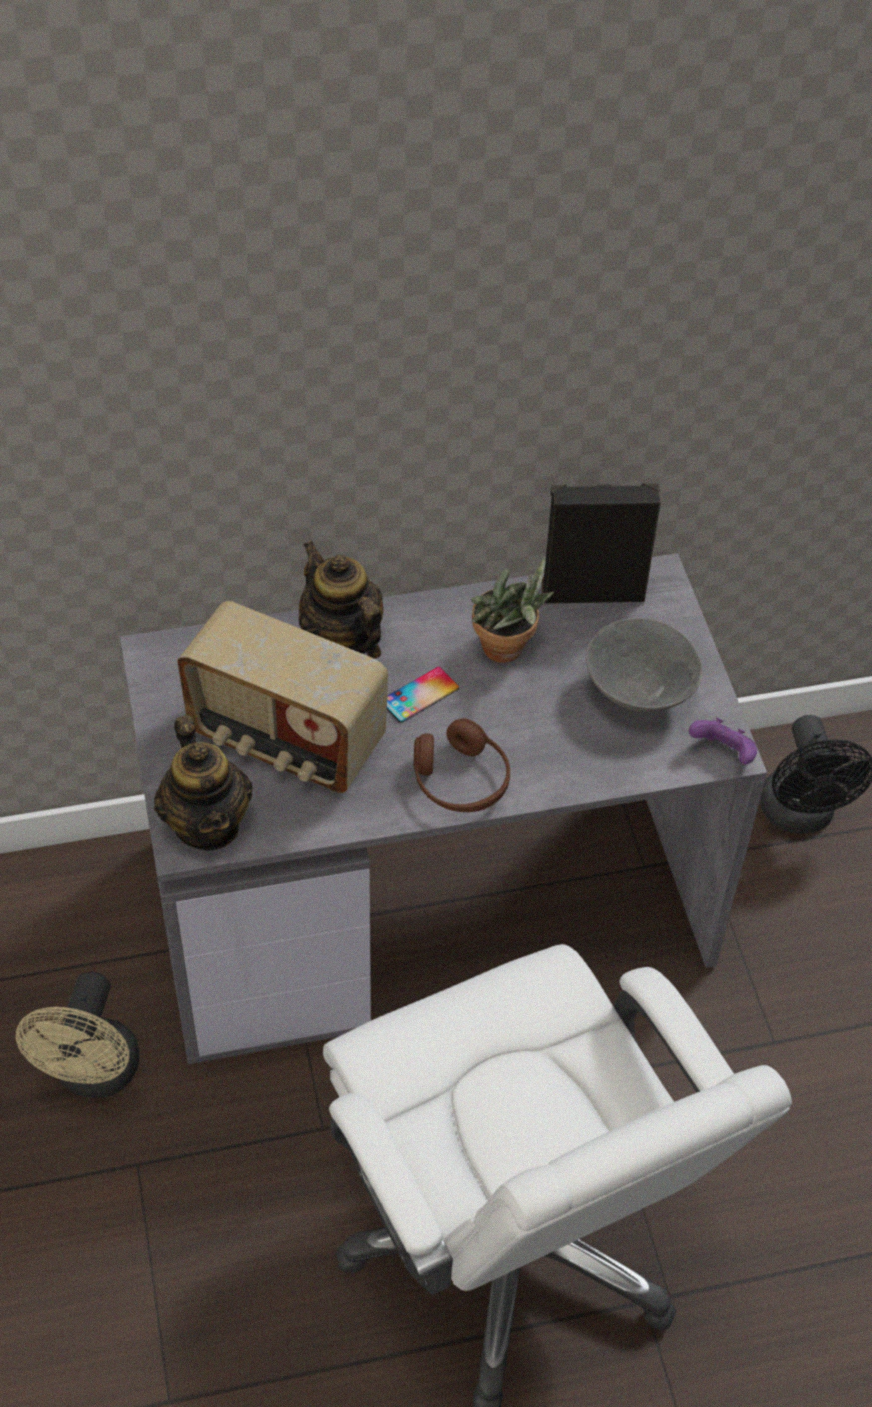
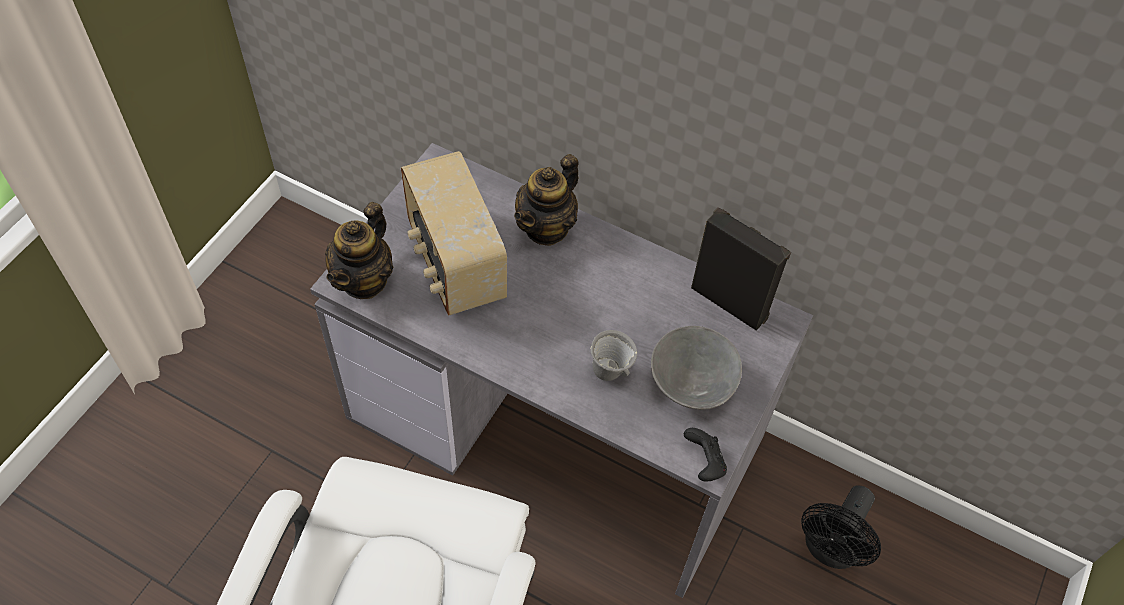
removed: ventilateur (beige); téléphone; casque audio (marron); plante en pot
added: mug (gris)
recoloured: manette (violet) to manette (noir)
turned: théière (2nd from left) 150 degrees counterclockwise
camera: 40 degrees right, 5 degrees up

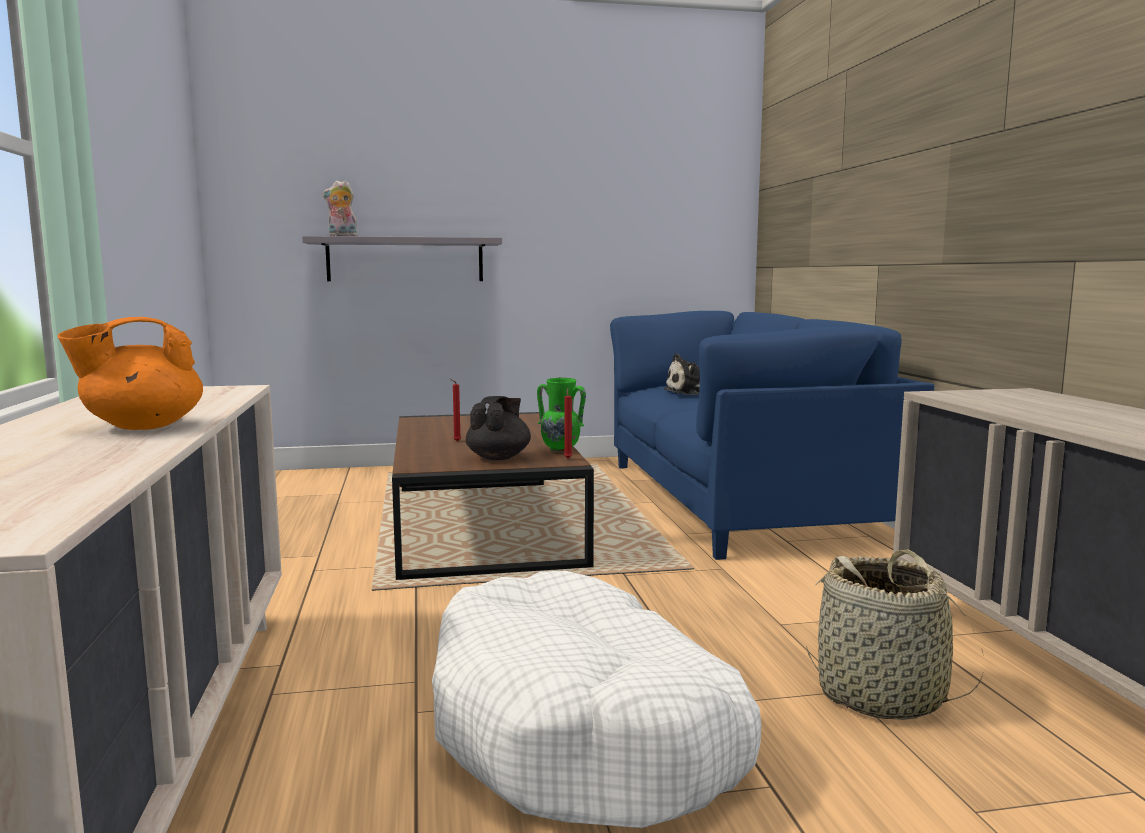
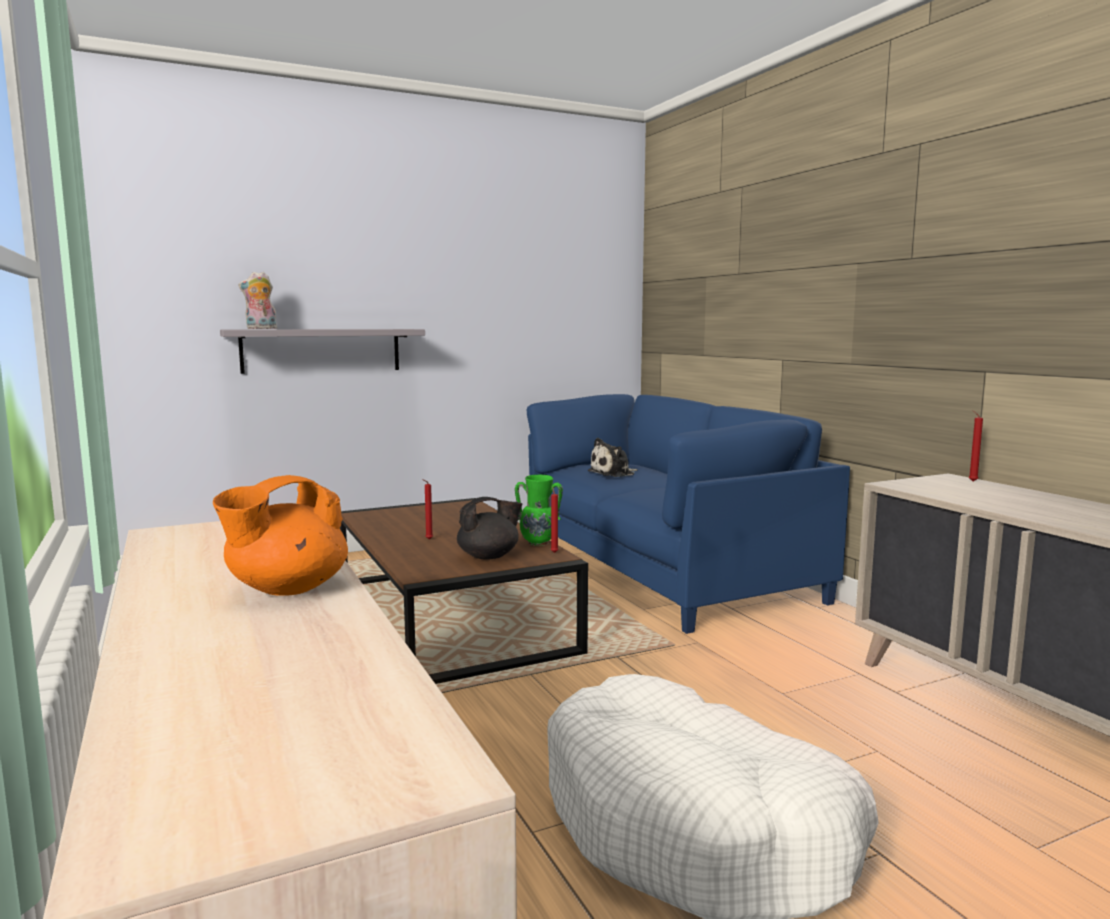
removed: panier
added: bougie (rouge) (3rd from left)
turned: théière (noir) 60 degrees clockwise
camera: 15 degrees left, 0 degrees up

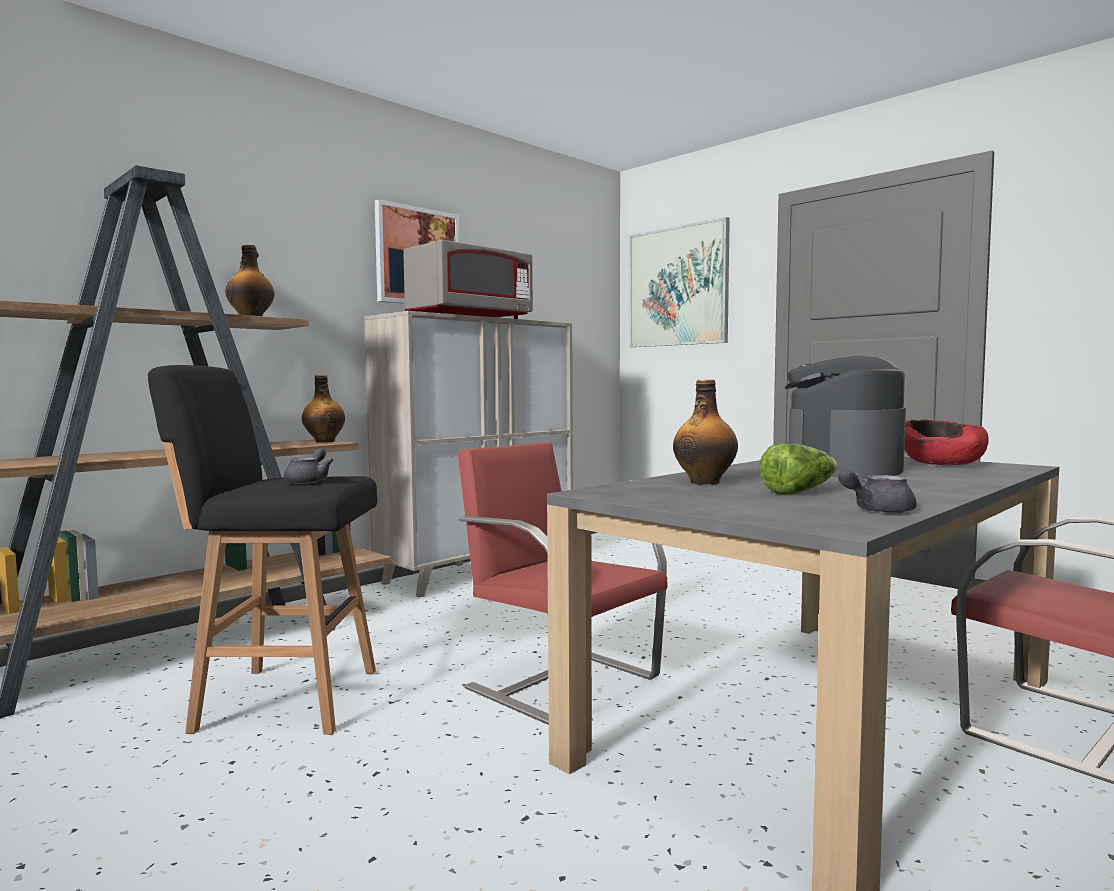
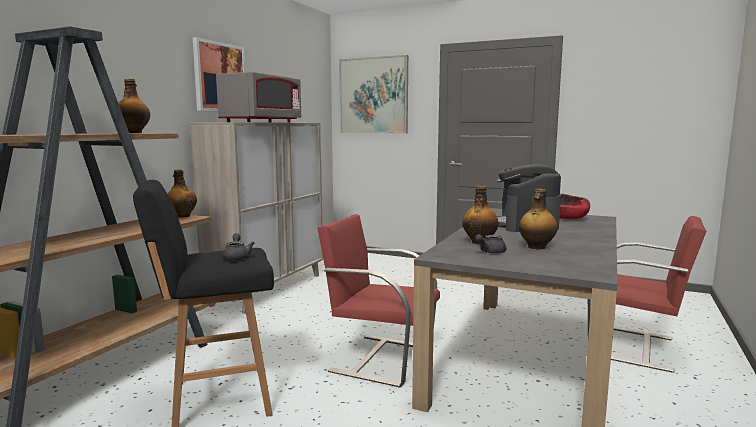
moved: théière (gris) (2nd from left)
replaced: laitue to bouteille (4th from left)
camera: 20 degrees left, 5 degrees up

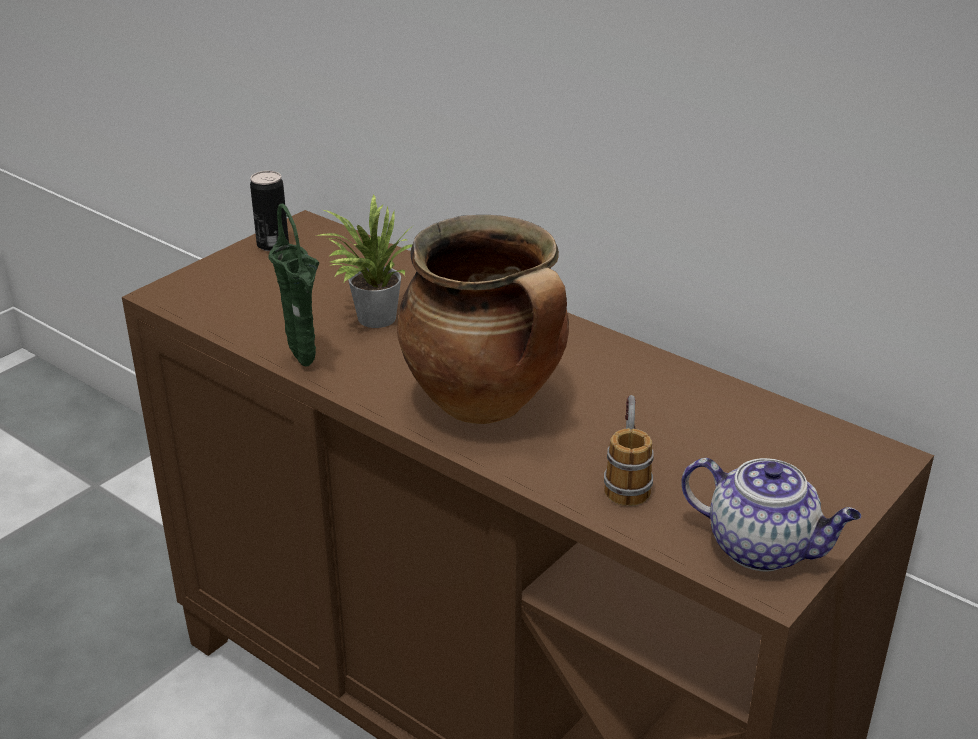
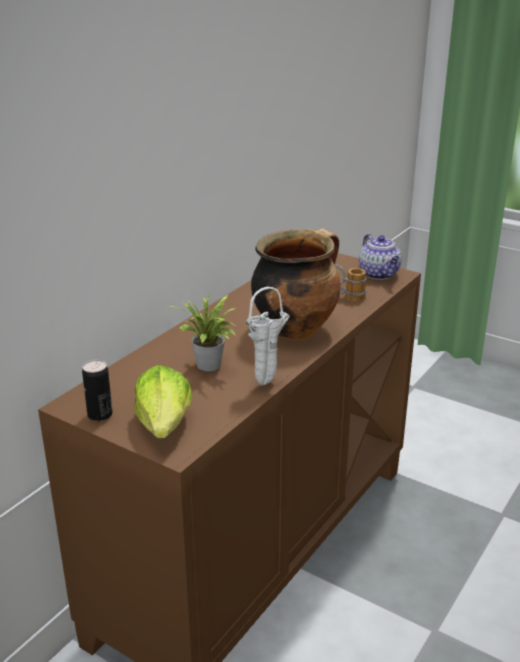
added: laitue
recoloured: vase (vert) to vase (blanc)
turned: théière 135 degrees clockwise
camera: 95 degrees left, 5 degrees down

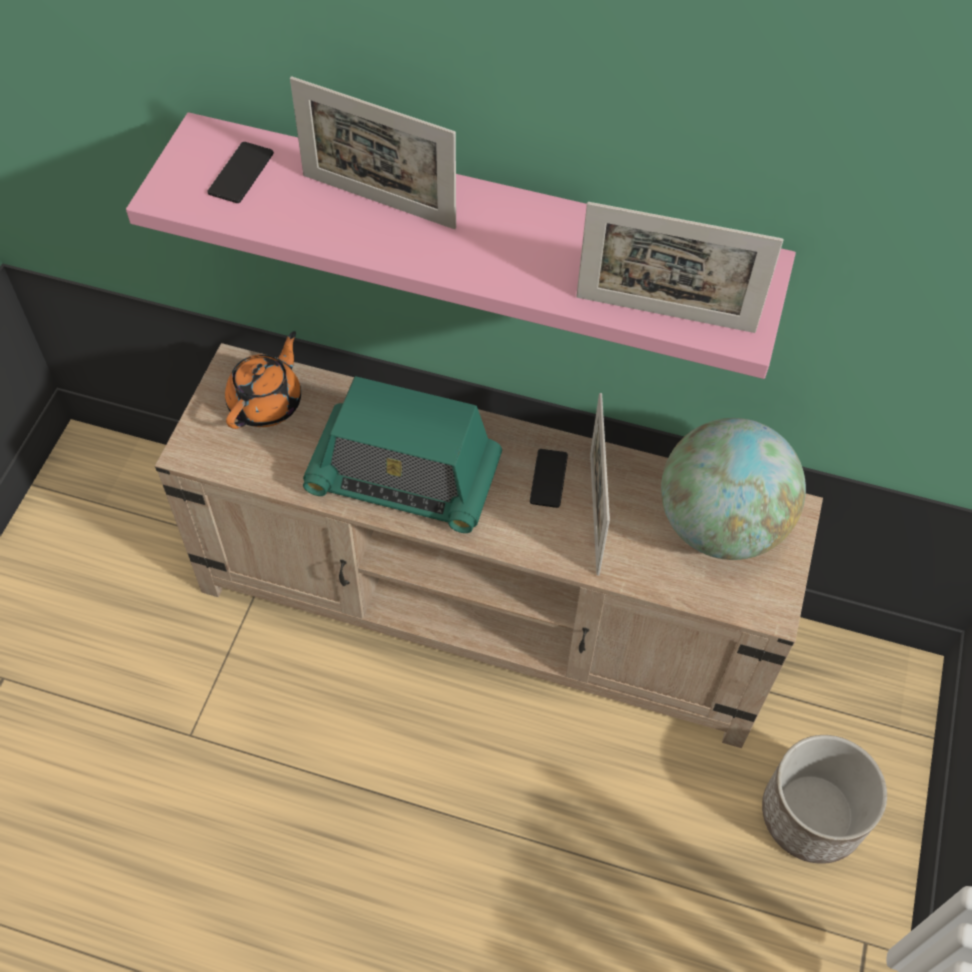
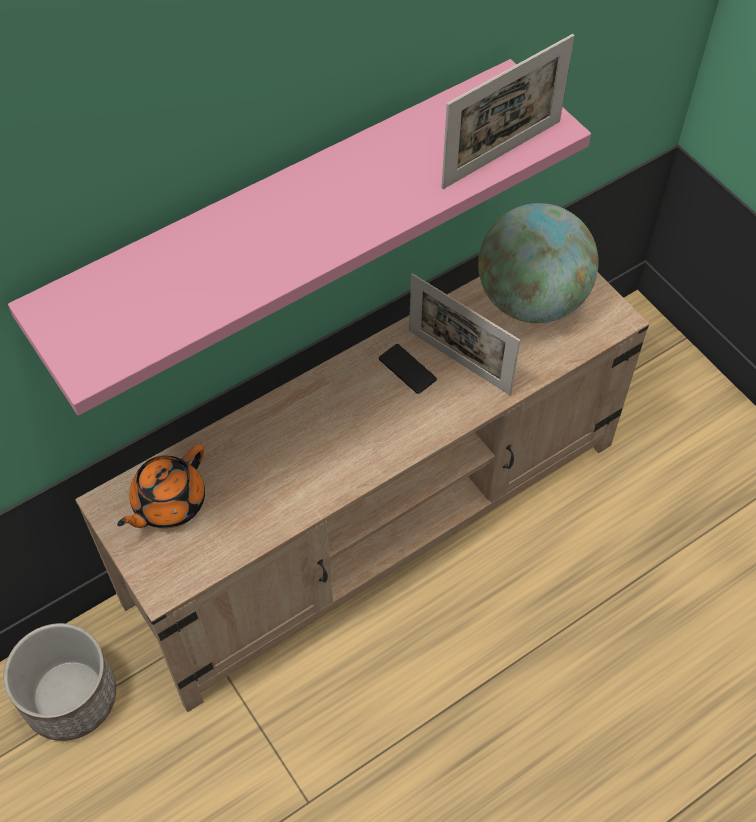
removed: téléphone (1st from left); cadre photo (1st from left); radio
moved: cache-pot
turned: théière (orange) 120 degrees counterclockwise
camera: 50 degrees left, 0 degrees up

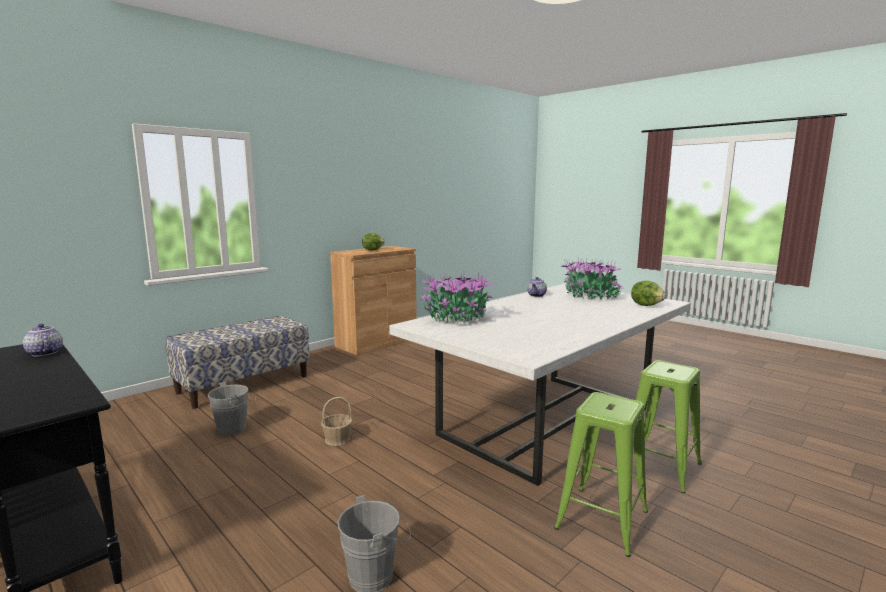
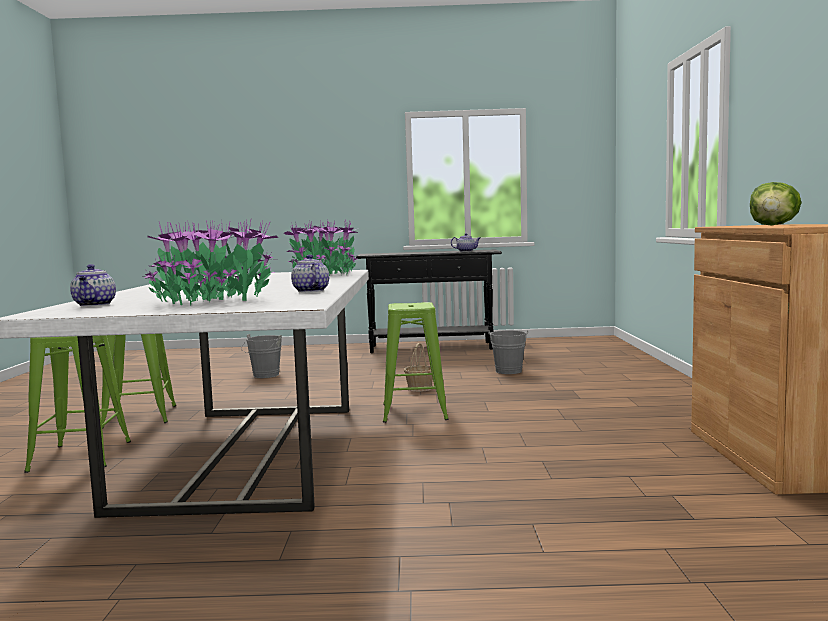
removed: banc
added: tabouret (vert) (3rd from left)
replaced: laitue (2nd from left) to théière (1st from left)
camera: 135 degrees right, 5 degrees down

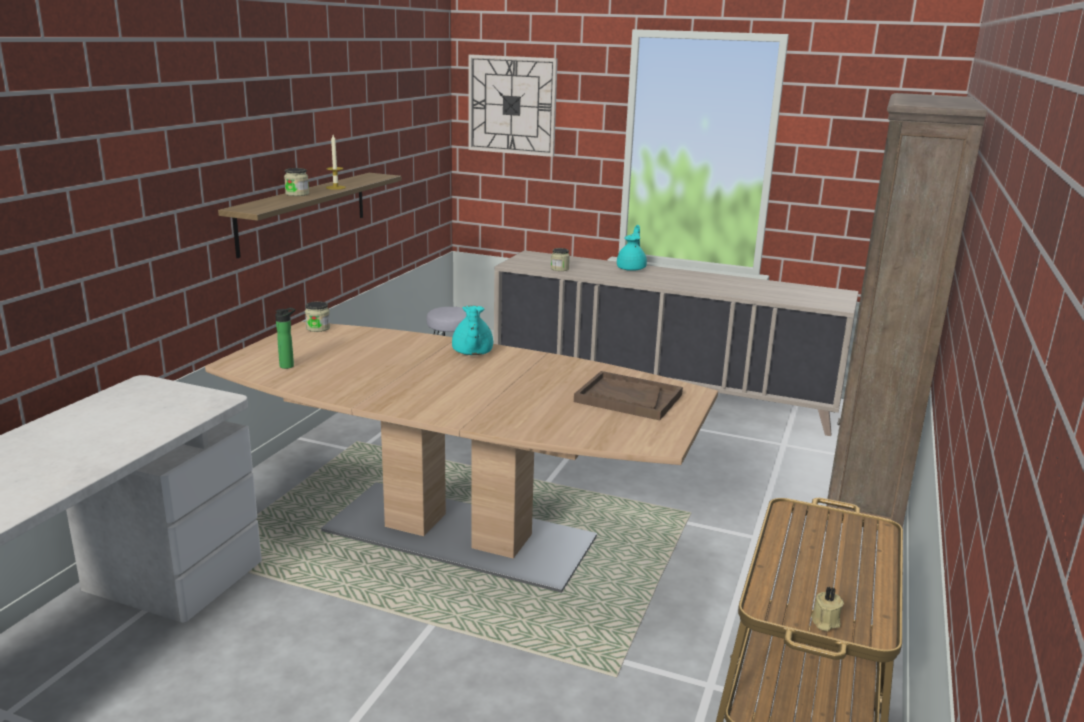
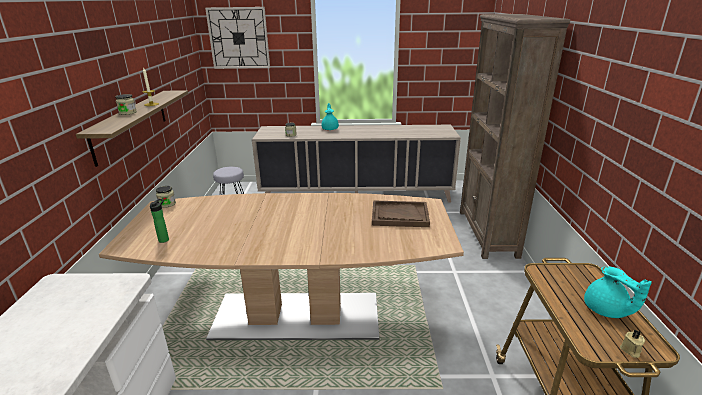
moved: théière (turquoise) (1st from left in the first image) to théière (turquoise) (2nd from left)
camera: 20 degrees left, 5 degrees up

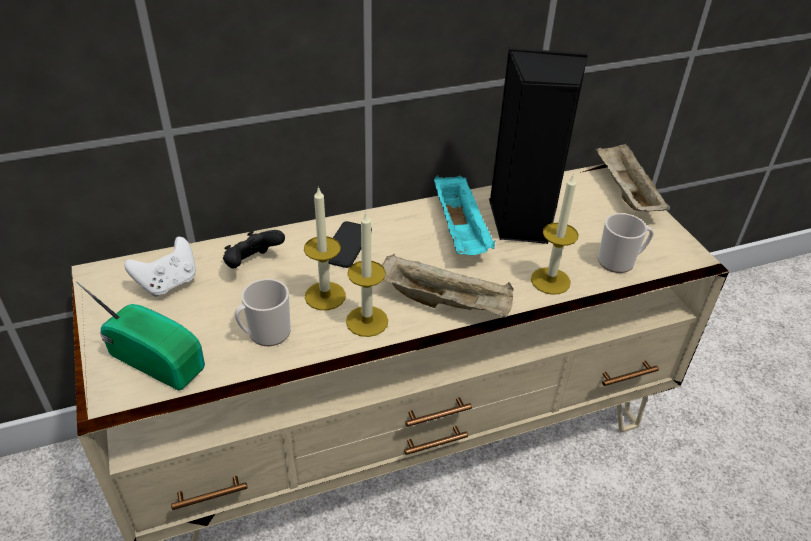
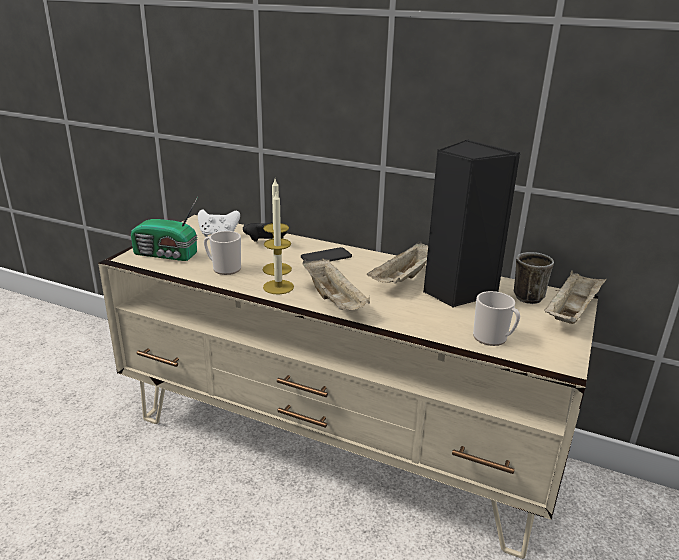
removed: bougie (3rd from left)
added: mug (3rd from left)
recoloured: plateau (turquoise) to plateau (beige) (2nd from left)
turned: radio 120 degrees clockwise
camera: 45 degrees right, 15 degrees down

